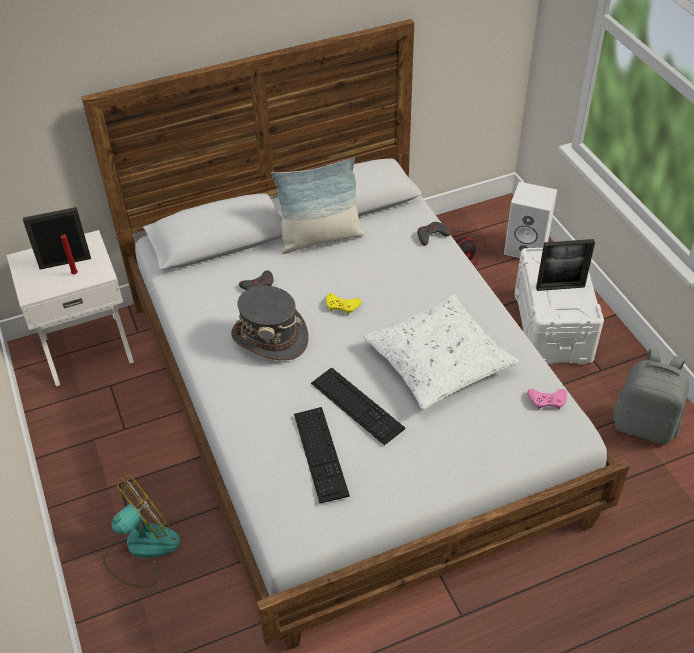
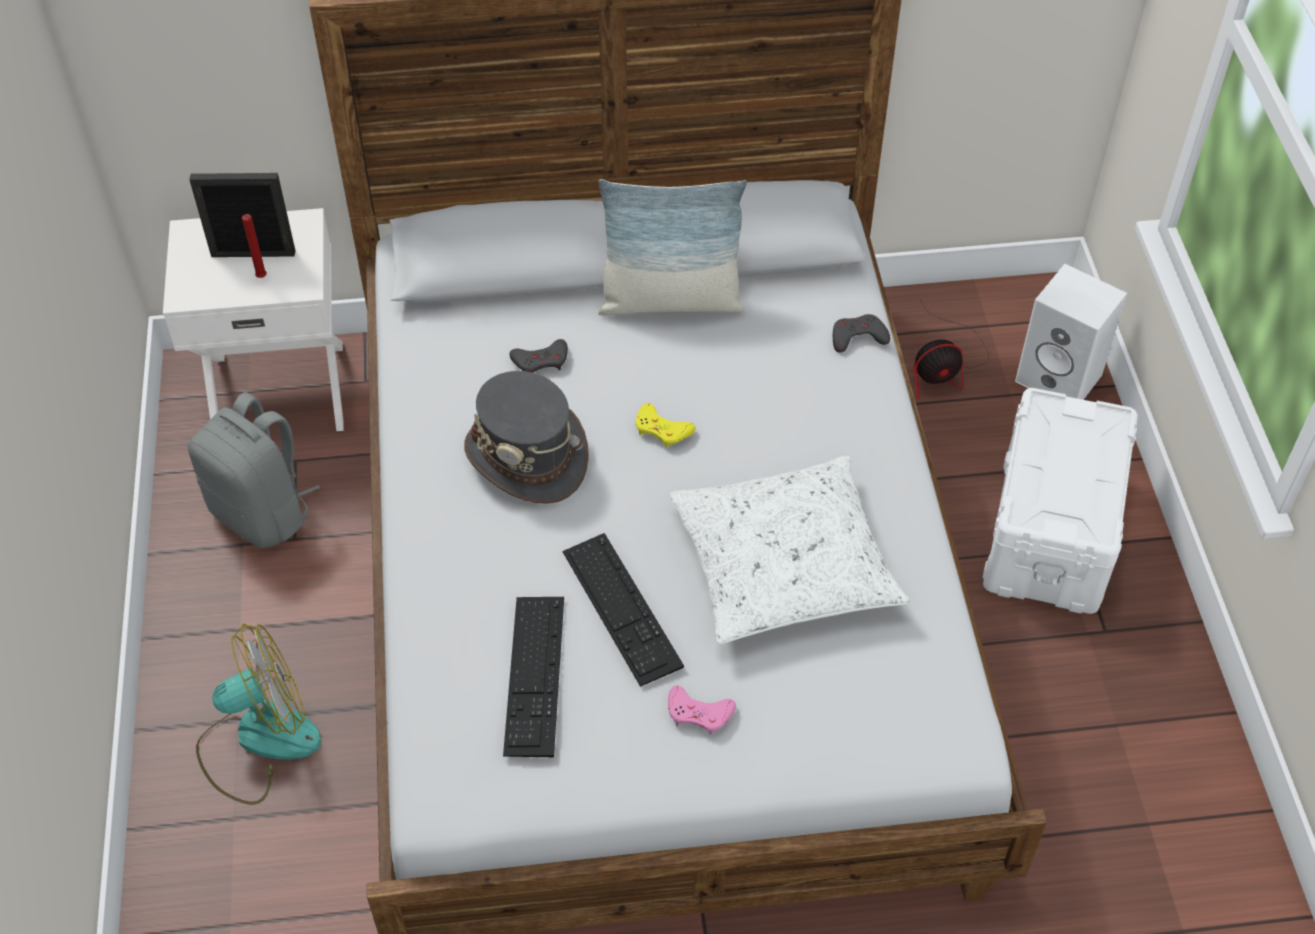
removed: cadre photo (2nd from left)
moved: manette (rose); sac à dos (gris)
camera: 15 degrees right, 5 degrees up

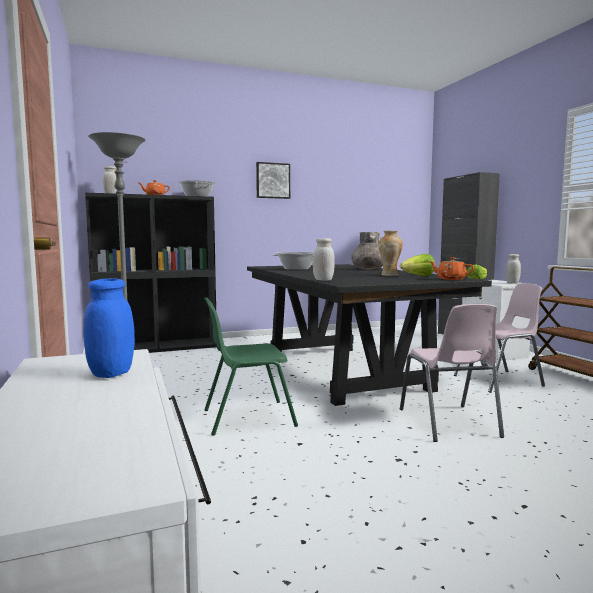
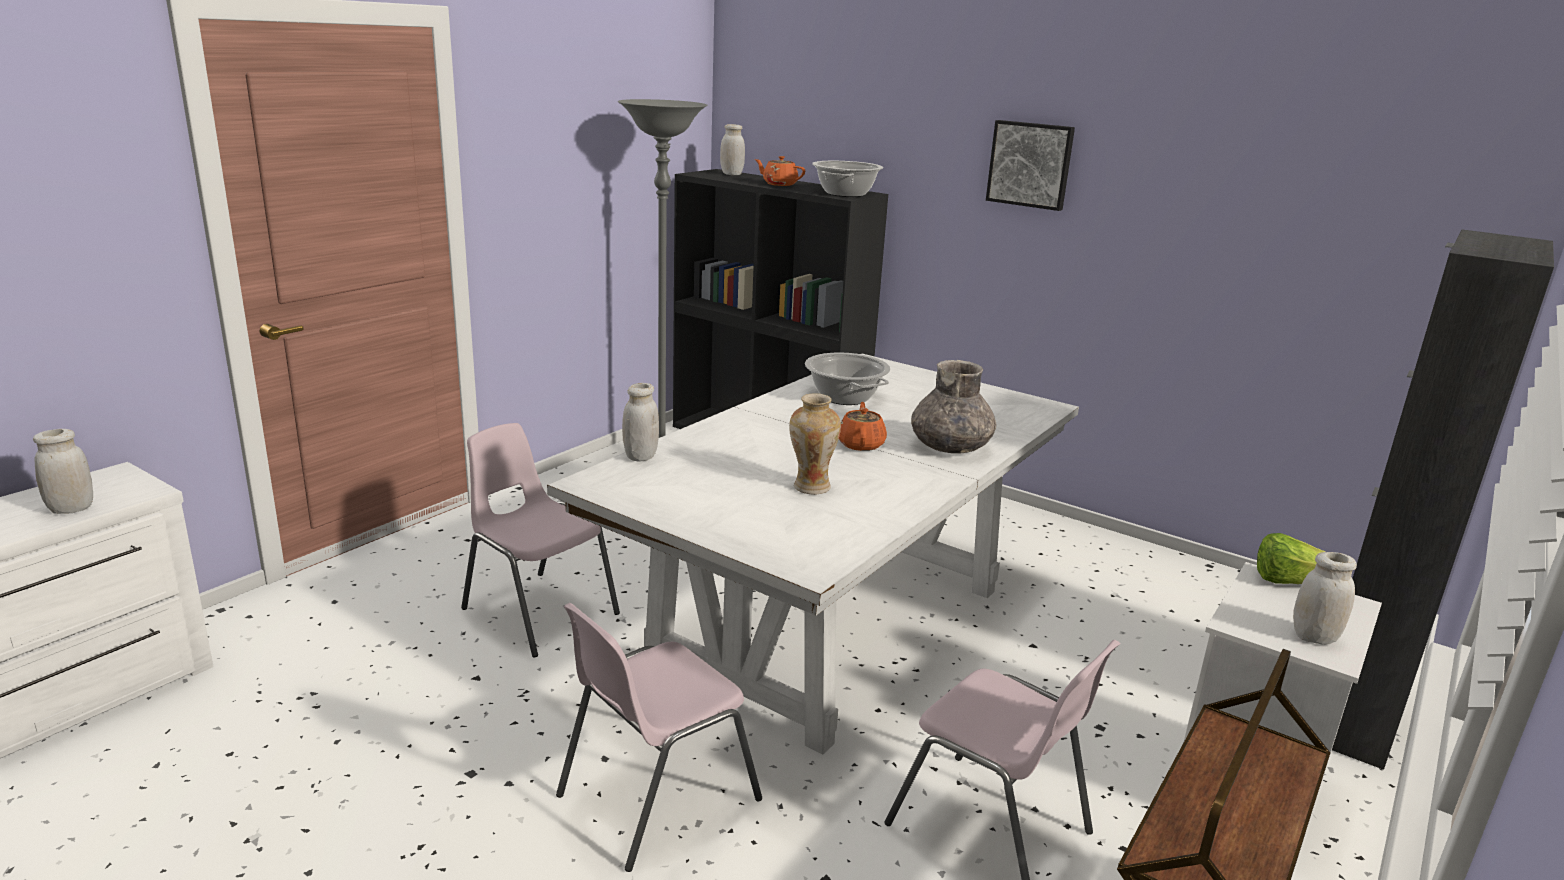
removed: laitue (1st from left)
moved: théière (orange) (2nd from left)
recoloured: bocal (bleu) to bocal (blanc) (1st from left); chaise (vert) to chaise (rose) (1st from left); table à manger (noir) to table à manger (blanc)
camera: 55 degrees right, 15 degrees up

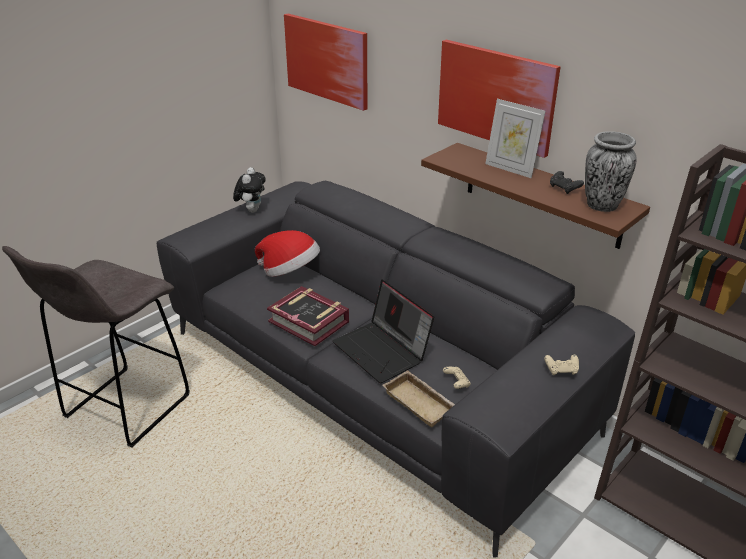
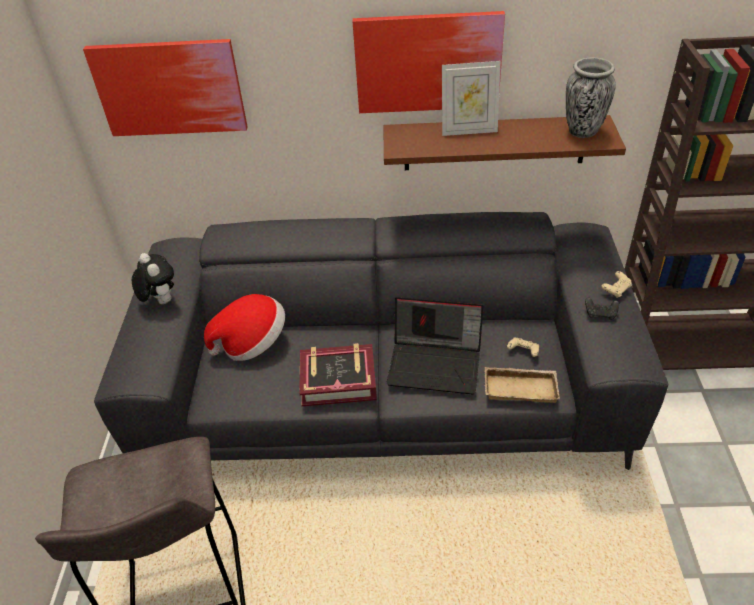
moved: manette (noir)
camera: 40 degrees left, 10 degrees up

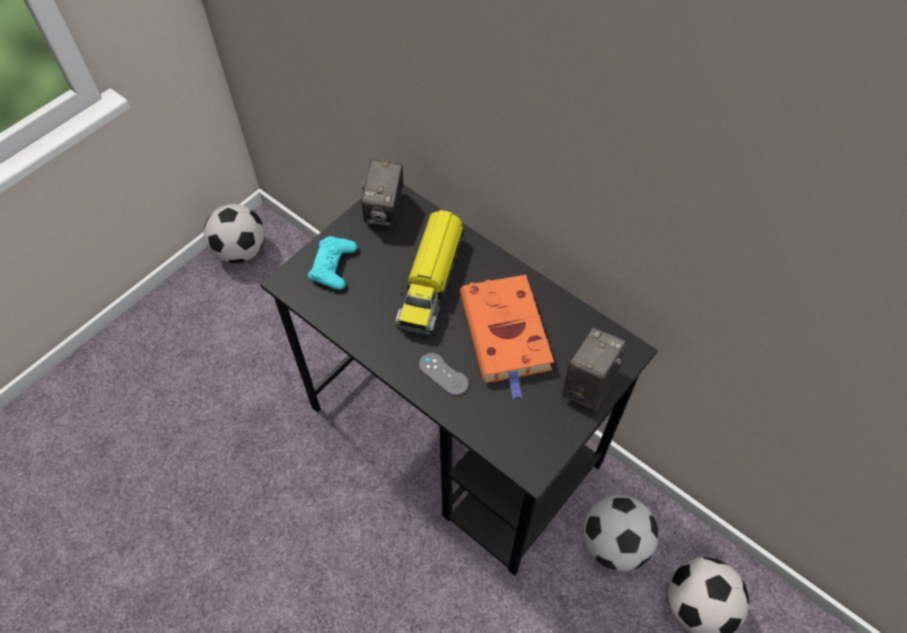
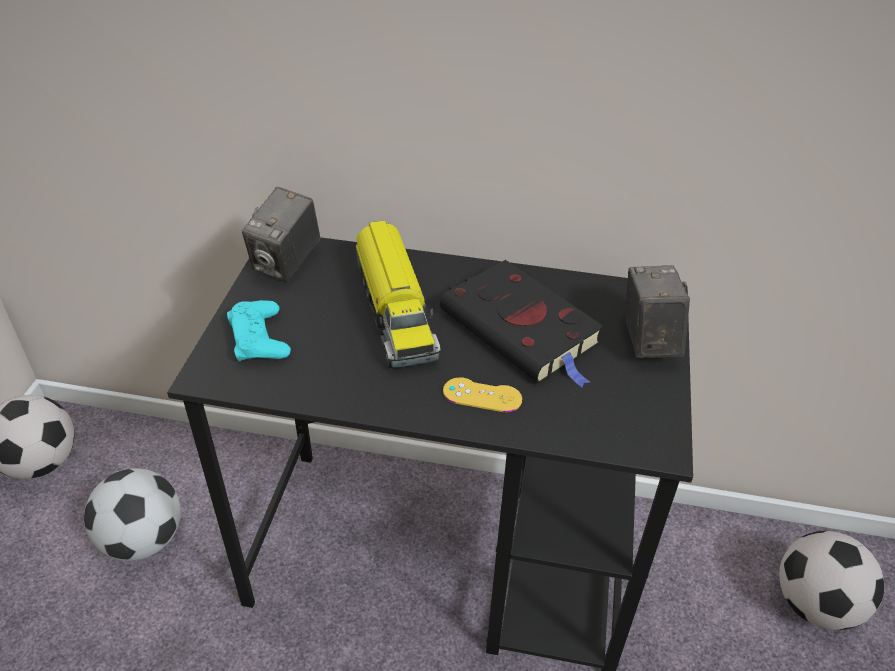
moved: ballon de foot (2nd from left)
recoloured: manette (gris) to manette (jaune); livre (orange) to livre (noir)
turned: appareil photo (1st from left) 45 degrees clockwise
camera: 30 degrees left, 15 degrees down

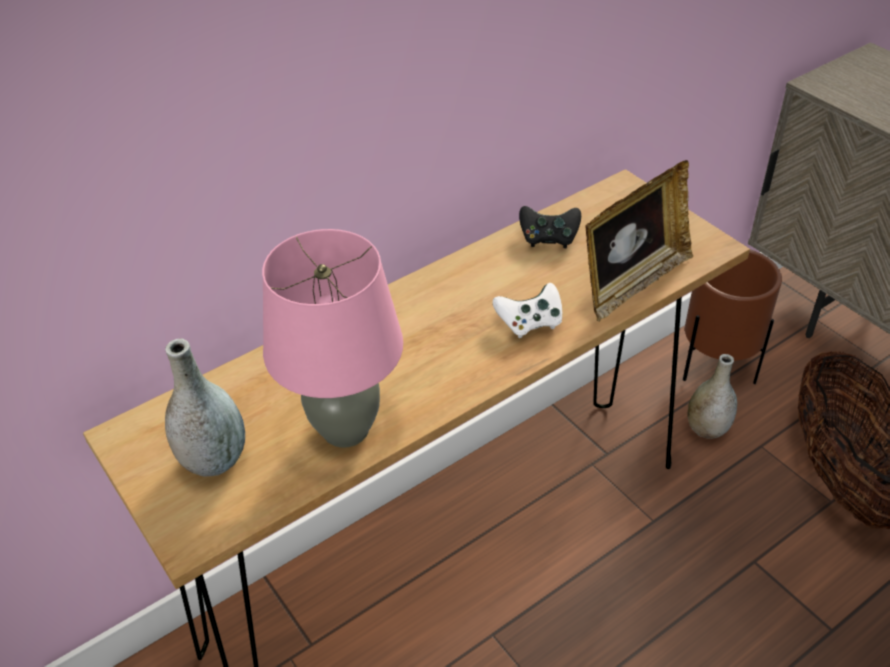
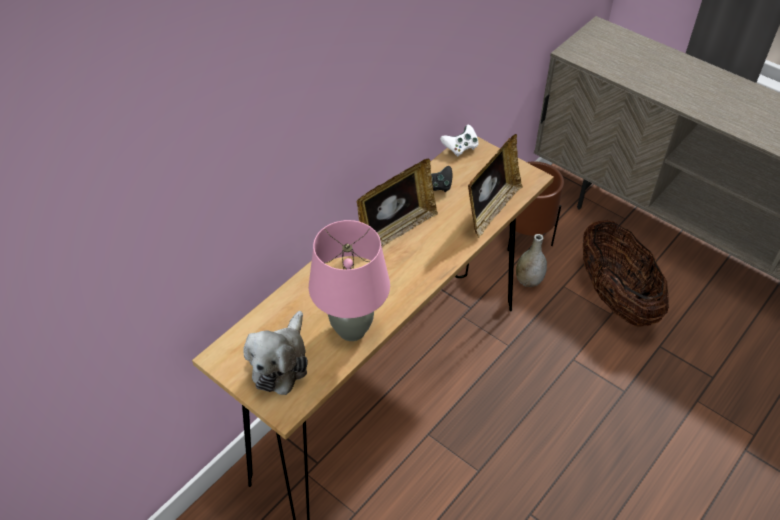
added: cadre photo (1st from left)
moved: manette (blanc)
replaced: vase (gris) (1st from left) to peluche
camera: 15 degrees left, 5 degrees up

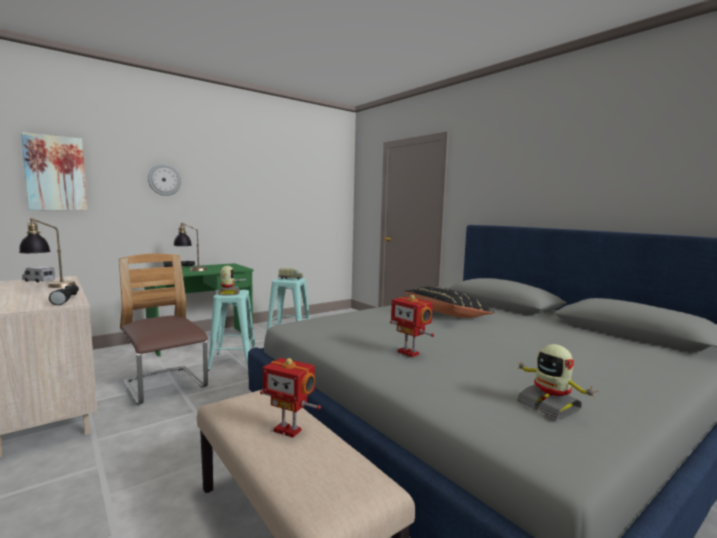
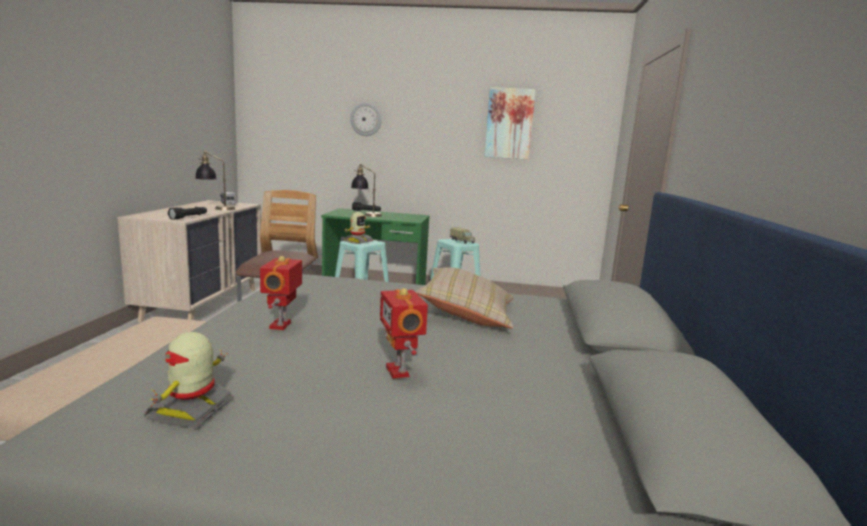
moved: tableau; robot jouet (2nd from left in the first image) to robot jouet (4th from left)
recoloured: coussin (noir) to coussin (beige)
camera: 45 degrees right, 5 degrees up

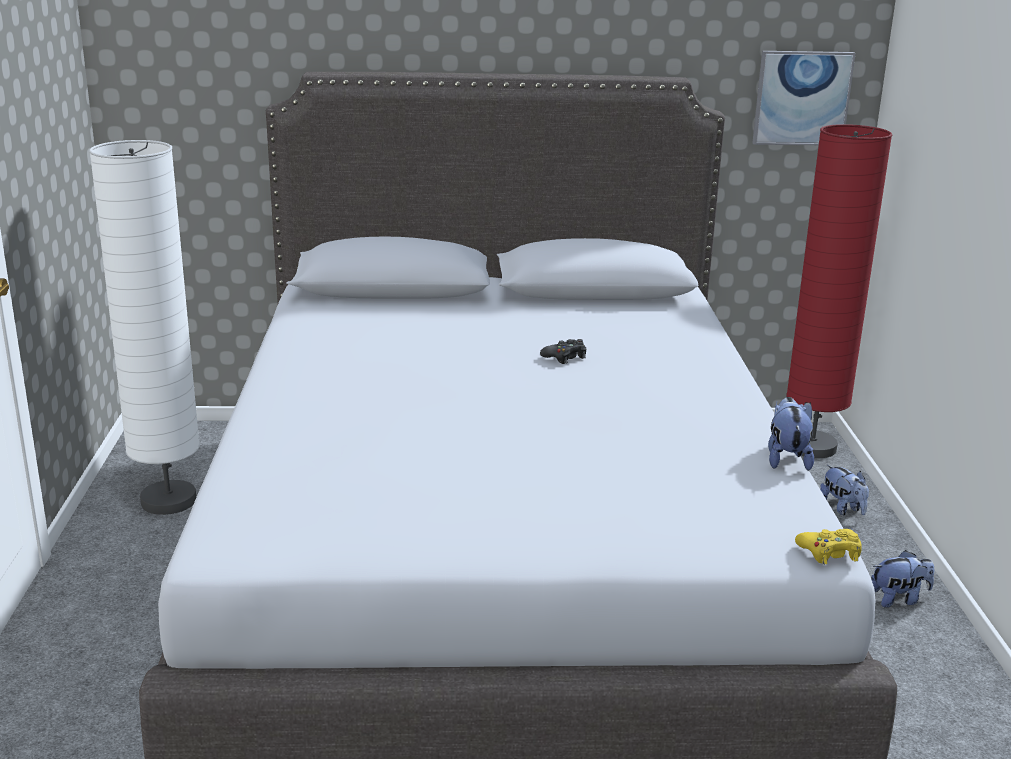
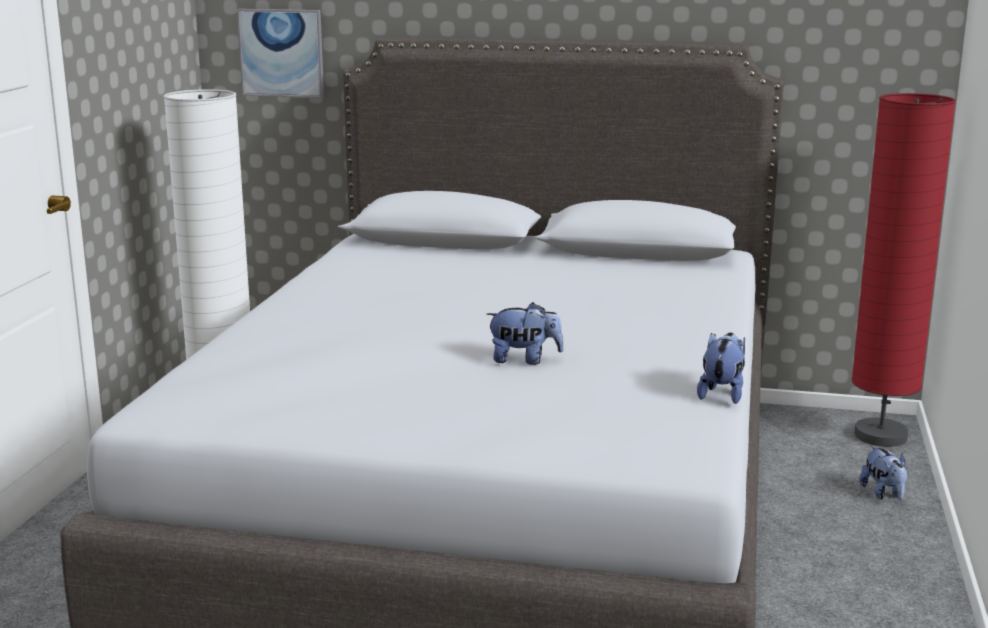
removed: manette (noir); manette (jaune)
moved: tableau; peluche (3rd from left in the first image) to peluche (1st from left)
camera: 15 degrees right, 5 degrees down

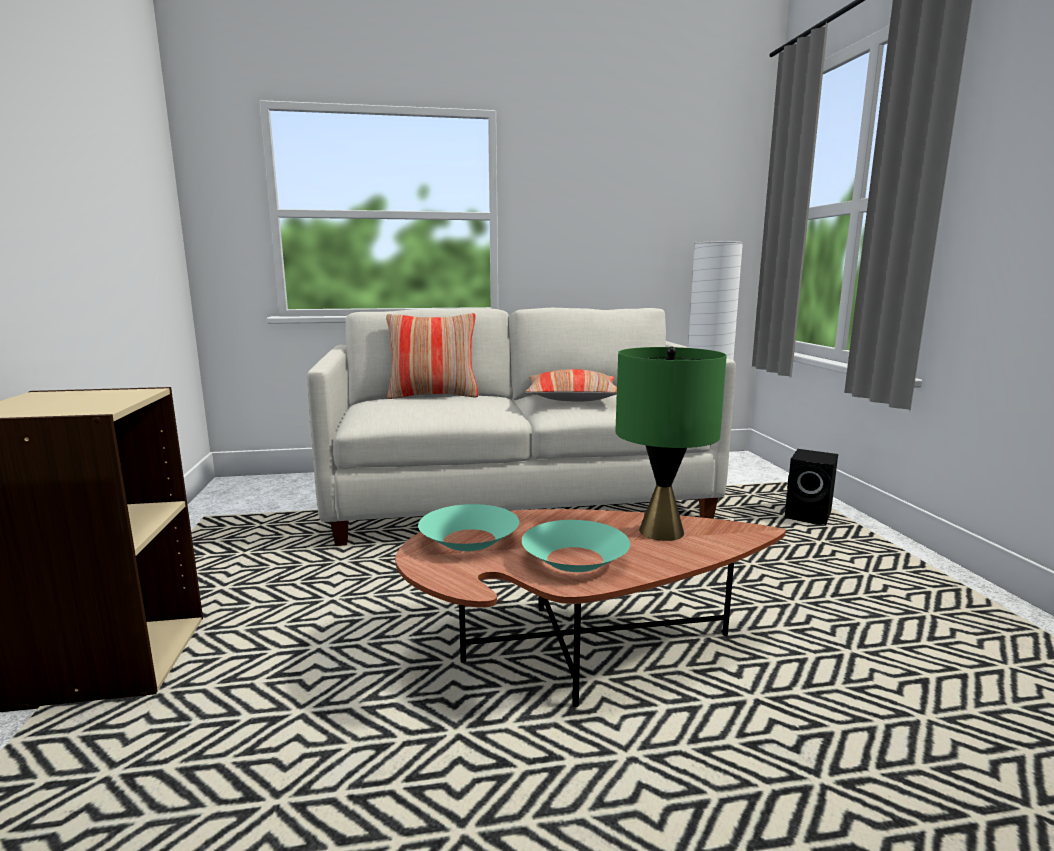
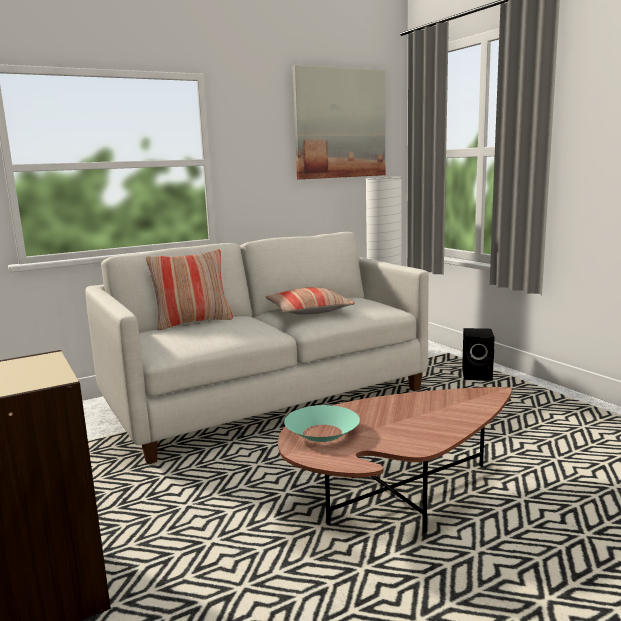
removed: bol (turquoise) (2nd from left); lampe de table (vert)
added: tableau
camera: 20 degrees left, 0 degrees up

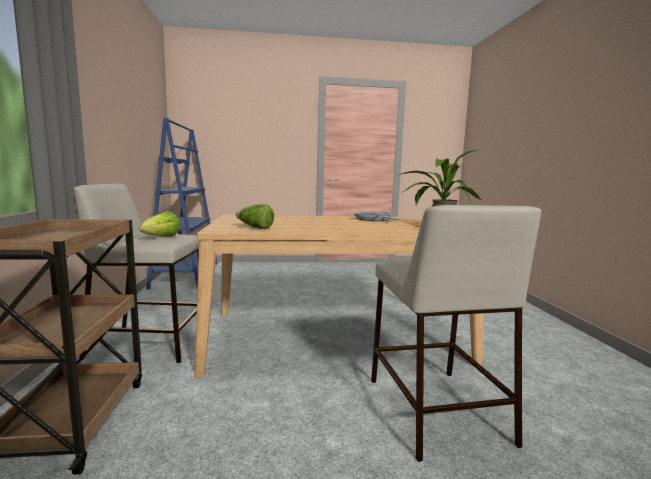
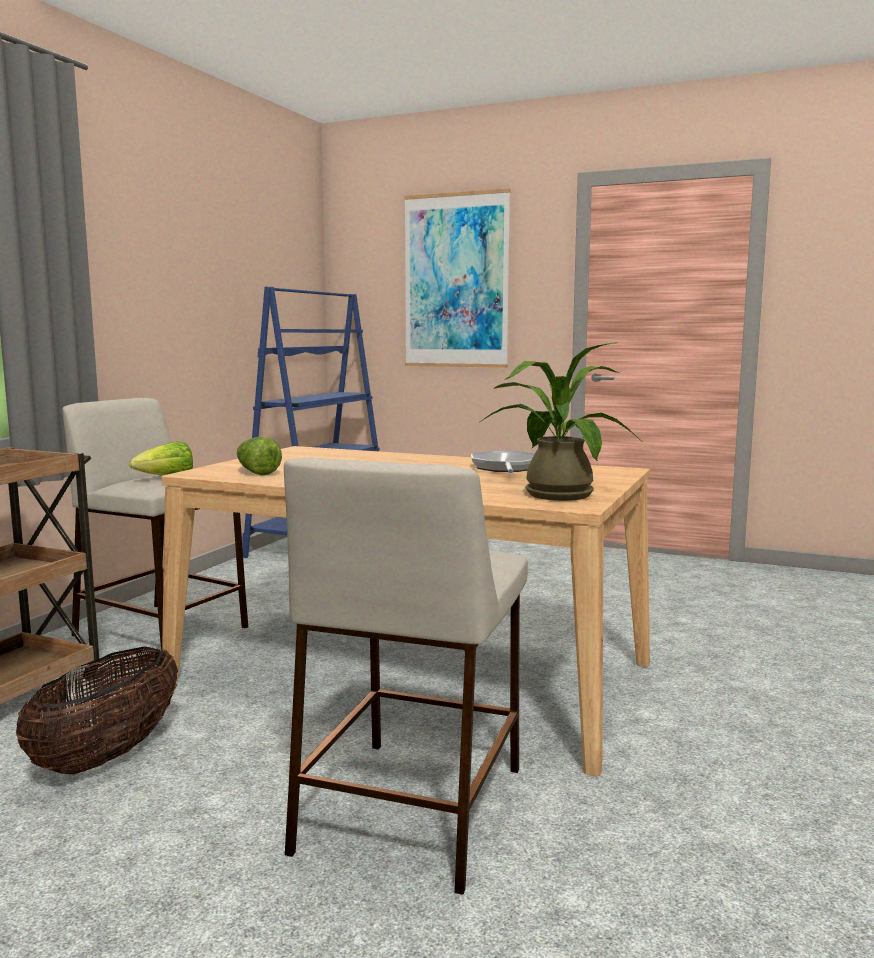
added: panier; tableau
camera: 30 degrees right, 0 degrees up

